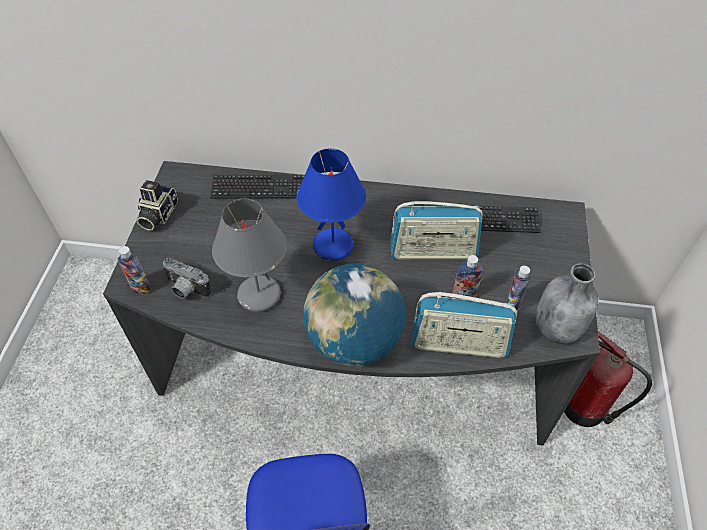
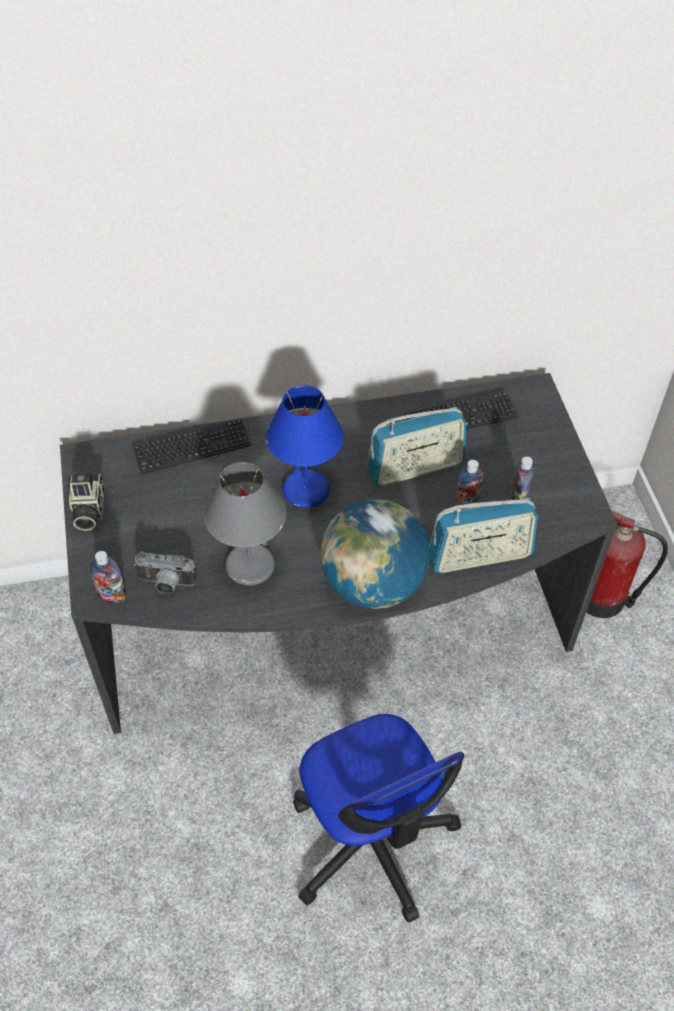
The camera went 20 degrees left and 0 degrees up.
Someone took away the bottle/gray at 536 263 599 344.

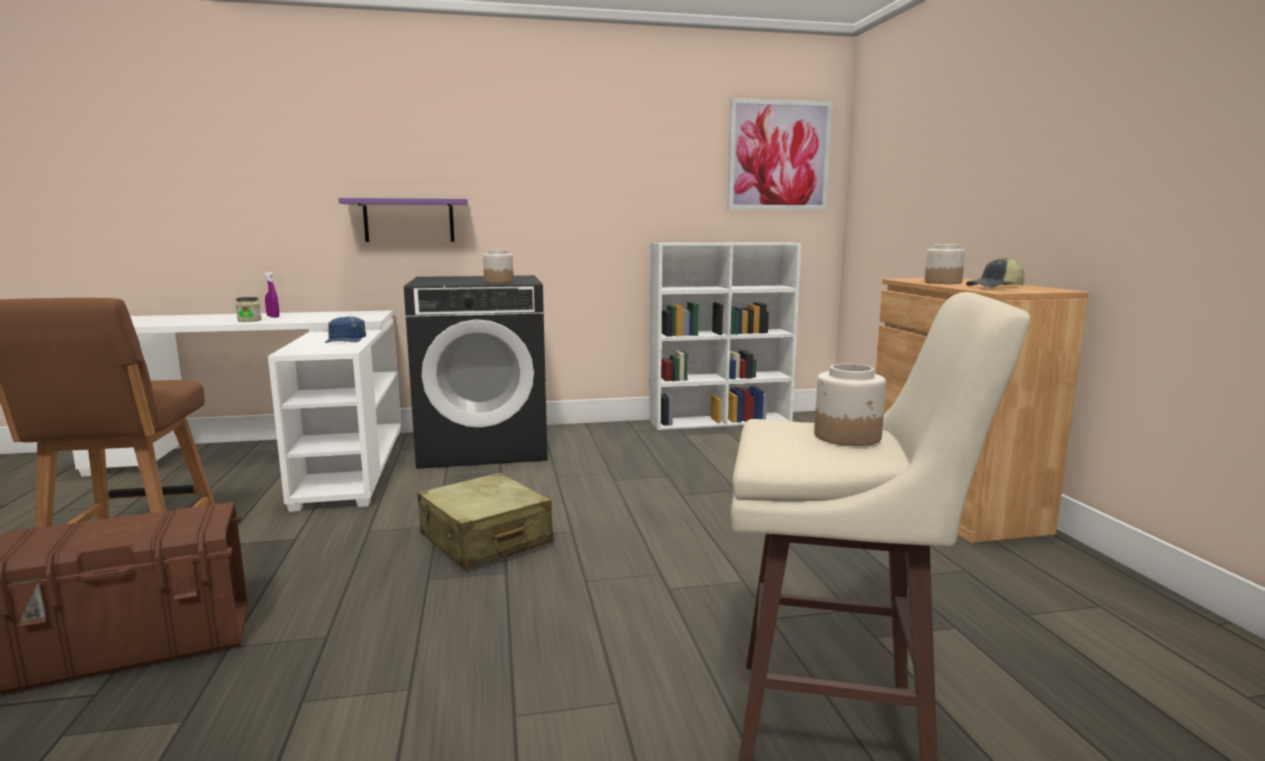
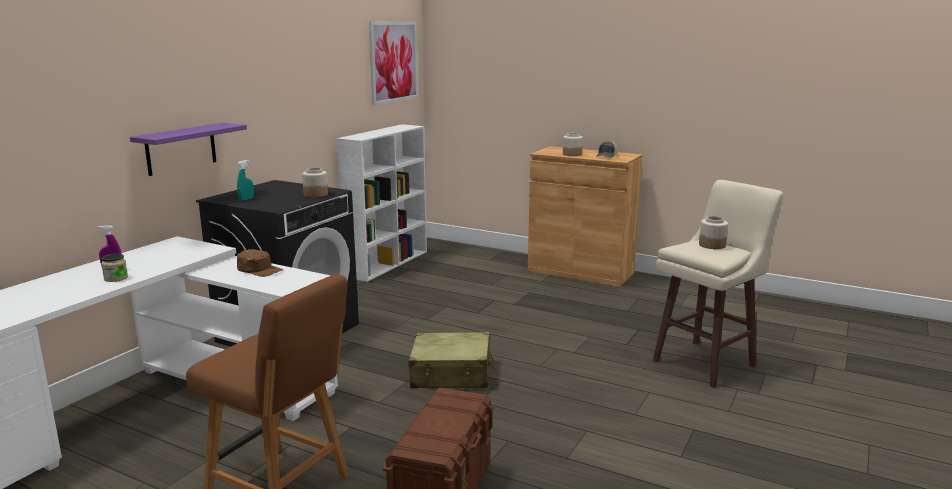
The camera went 50 degrees left and 5 degrees up.
Someone repainted the cap/bluish at 325 317 366 343, which became the cap/brown-coloured at 237 249 283 277.
Someone put down the spray bottle/turquoise-coloured at 237 160 254 201.

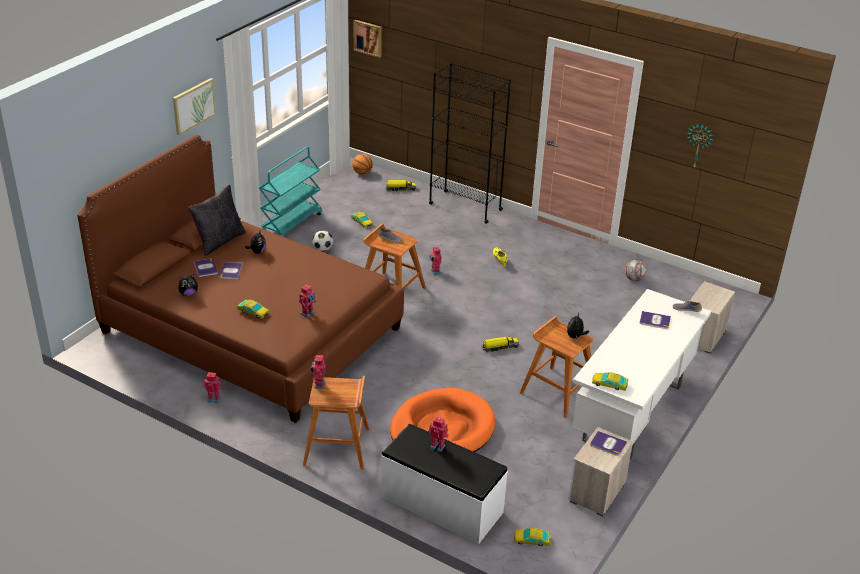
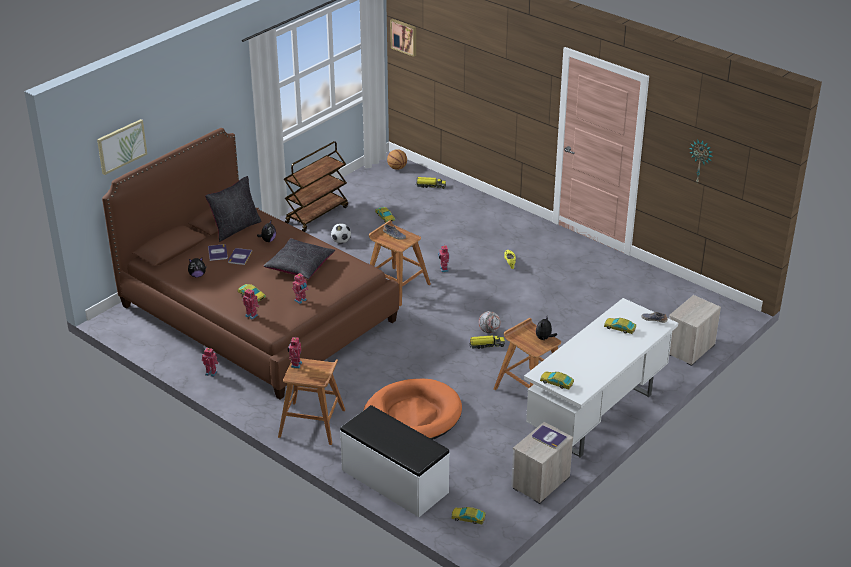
The camera went 10 degrees right and 0 degrees up.
Someone carried the picture from 173 78 216 135 to 97 119 147 175.
Someone repainted the wheeled cart/turquoise-coloured at 259 147 322 237, which became the wheeled cart/brown-coloured at 284 141 348 232.
Someone took away the bookshelf/black-coloured at 429 63 511 224.
Someone carried the model robot from 429 416 449 452 to 242 289 260 320.
Someone carried the football ball from 625 260 647 281 to 478 311 501 333.
Someone swapped the volume at 640 311 671 329 for the toy car at 604 318 636 334.
Someone put down the cushion/black-coloured at 264 238 335 279.

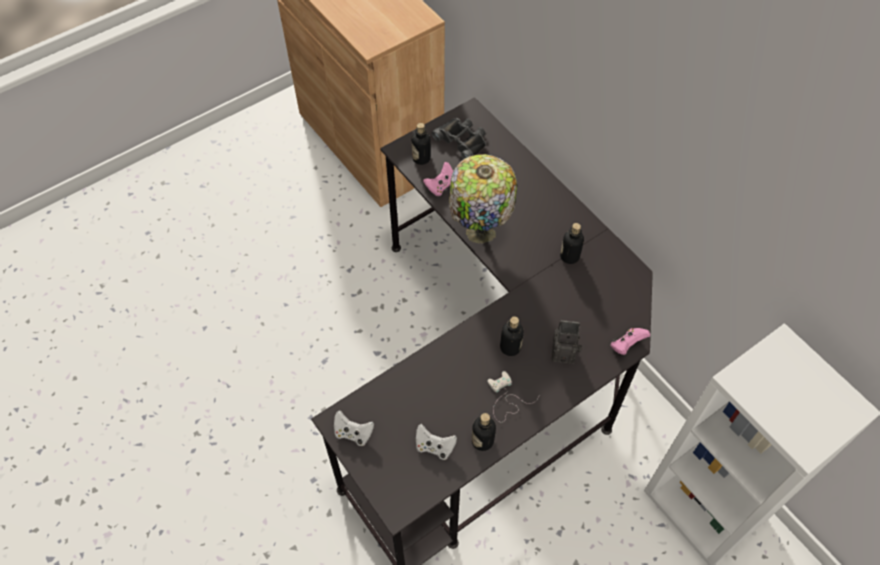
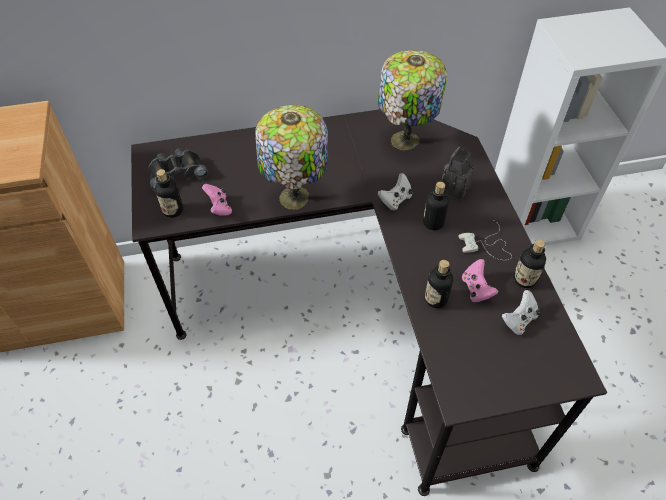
The camera went 65 degrees left and 5 degrees down.
Someone carried the game controller/whitish from 334 410 374 446 to 378 173 413 210.
Someone carried the bottle from 560 223 584 264 to 425 260 453 308.
Someone carried the game controller/pink from 611 328 650 355 to 462 259 498 302.
Someone put down the table lamp at 378 50 447 150.

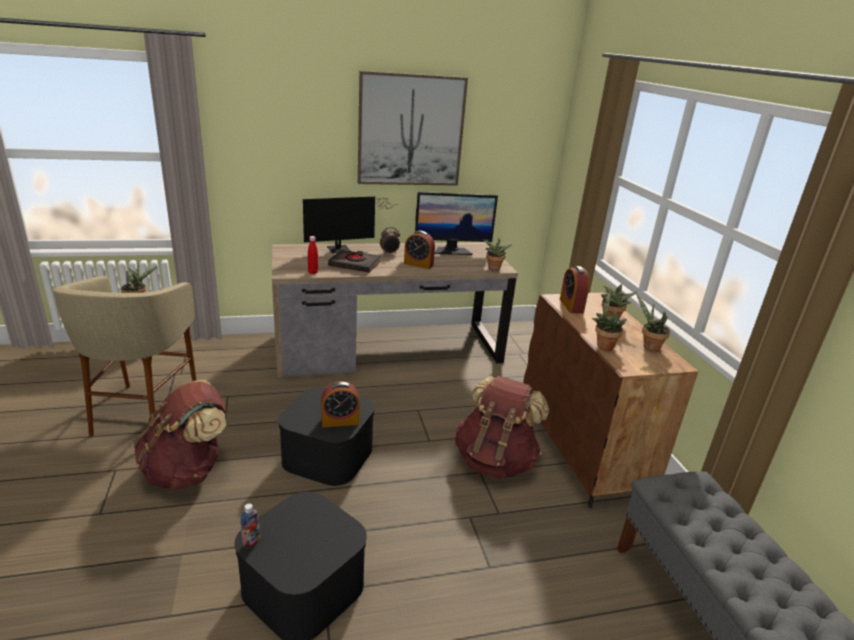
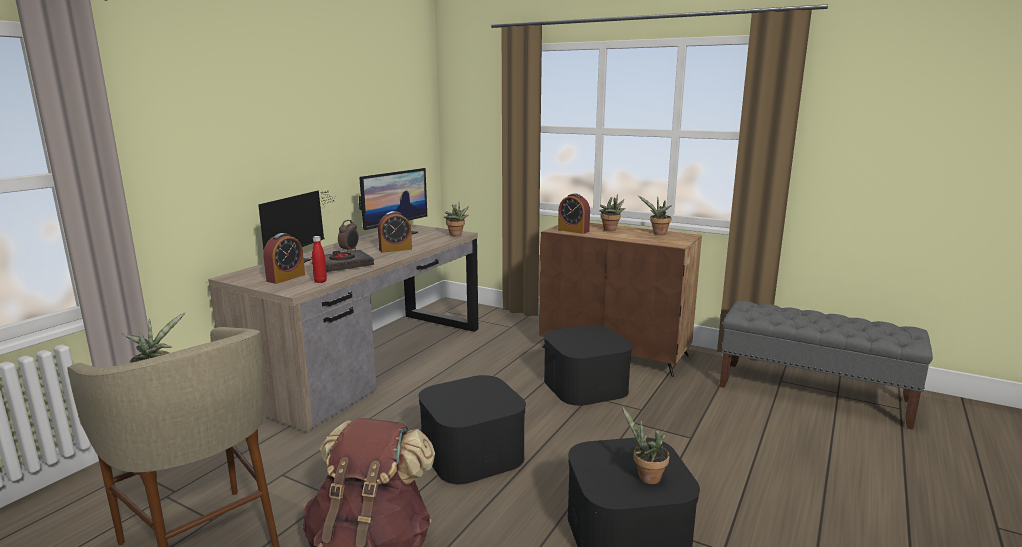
The camera went 45 degrees left and 10 degrees down.
Someone took away the bottle at 240 503 260 549.
Someone carried the bedside clock from 321 381 360 427 to 263 233 305 284.
Someone took away the picture at 358 71 468 186.
Someone swapped the rucksack/brown-coloured at 455 376 549 479 for the storage bin/black-coloured at 544 325 632 406.
Someone carried the houseplant from 592 292 627 350 to 622 406 669 484.

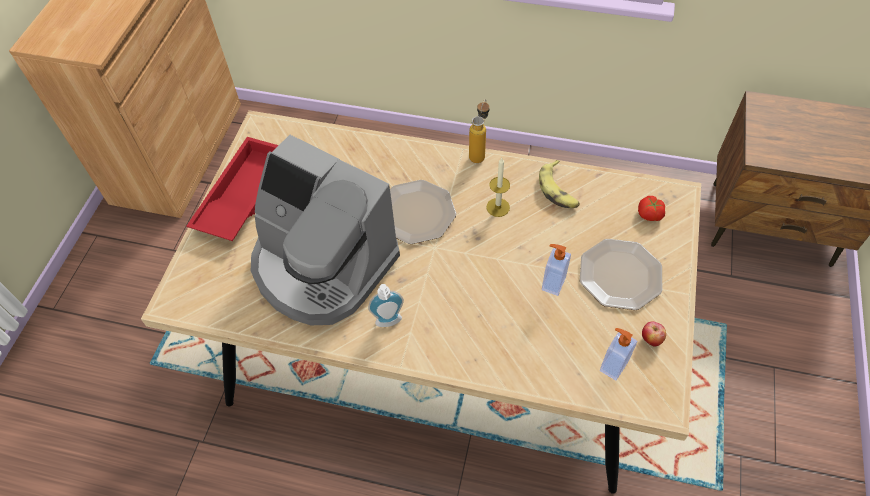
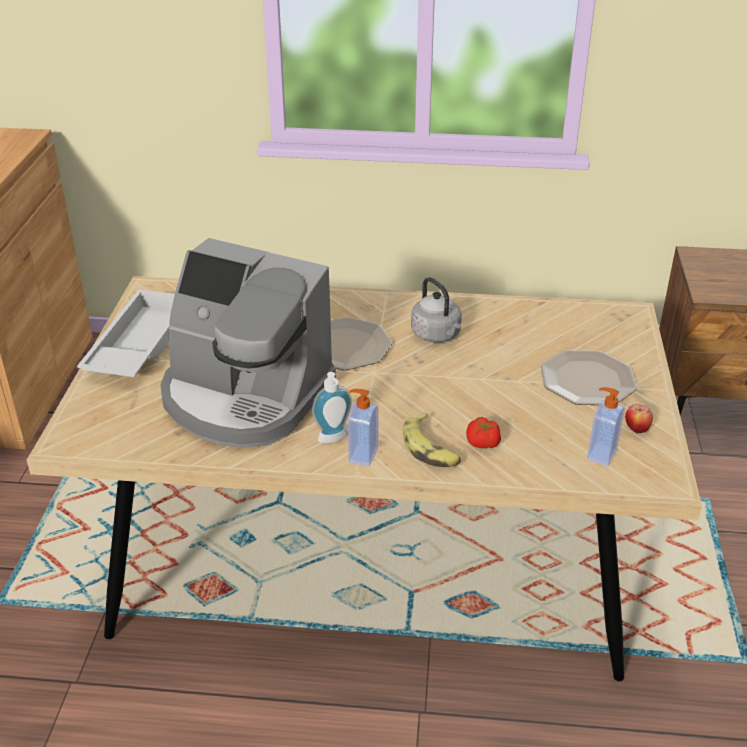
The camera went 10 degrees left and 20 degrees down.
Someone repainted the tray/reddish at 187 137 279 241, which became the tray/whitish at 77 289 175 377.
Someone took away the bottle at 469 99 490 163.
Someone swapped the wax light at 486 158 510 217 for the kettle/gray at 411 277 462 343.
Someone carried the whole banana from 539 160 580 208 to 403 413 461 467.
Someone carried the soap dispenser from 542 244 571 296 to 348 389 379 466.
Someone carried the whole tomato from 638 196 665 221 to 466 417 501 448.

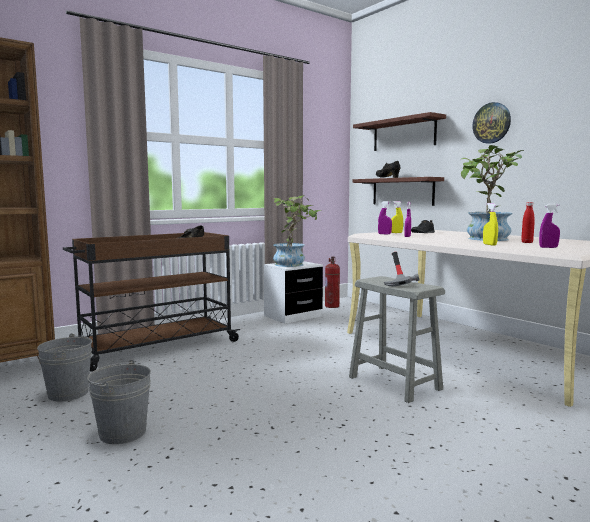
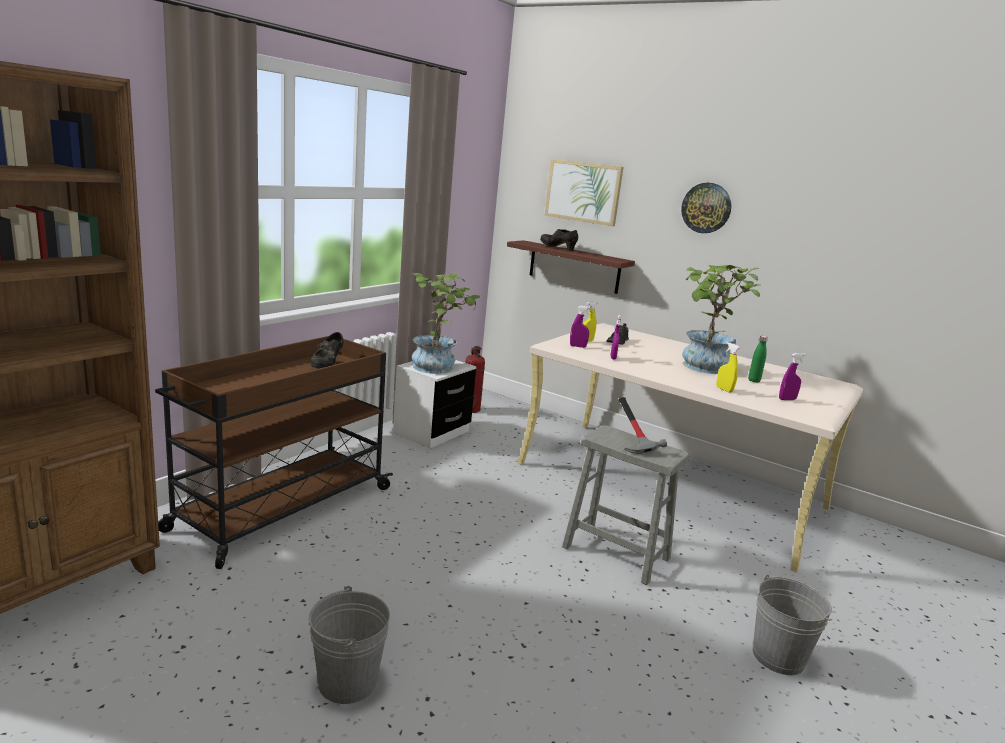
The camera went 20 degrees left and 10 degrees up.
Someone carried the bucket/gray from 37 333 92 401 to 753 574 832 675.
Someone swapped the wall shelf at 353 112 446 151 for the picture at 545 159 624 226.
Someone repainted the bottle/reddish at 521 202 535 243, which became the bottle/green at 748 336 768 383.

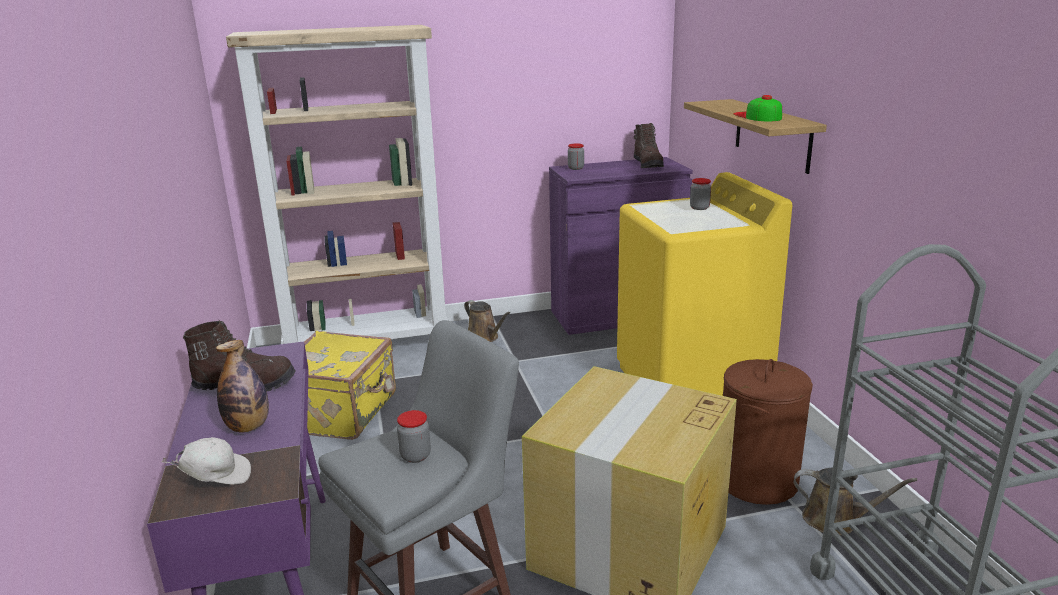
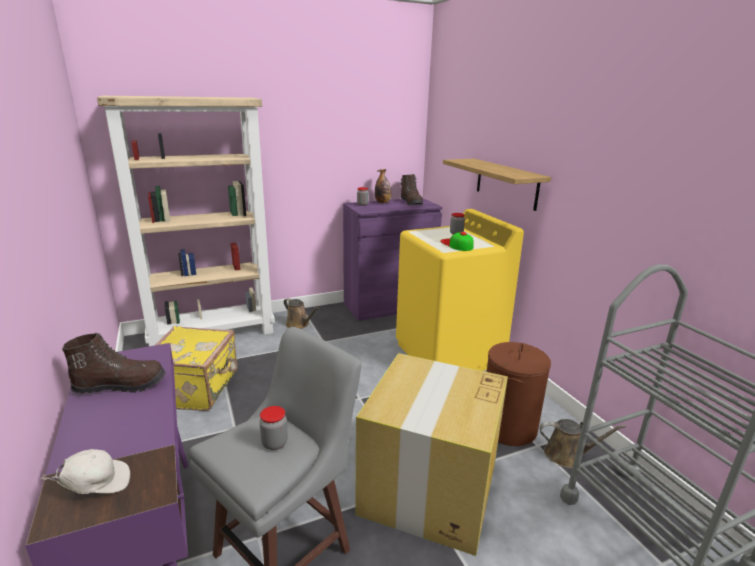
The camera went 10 degrees left and 0 degrees up.
Someone carried the bottle from 216 340 269 432 to 375 169 391 203.
Someone carried the cap from 733 95 782 121 to 440 232 474 251.

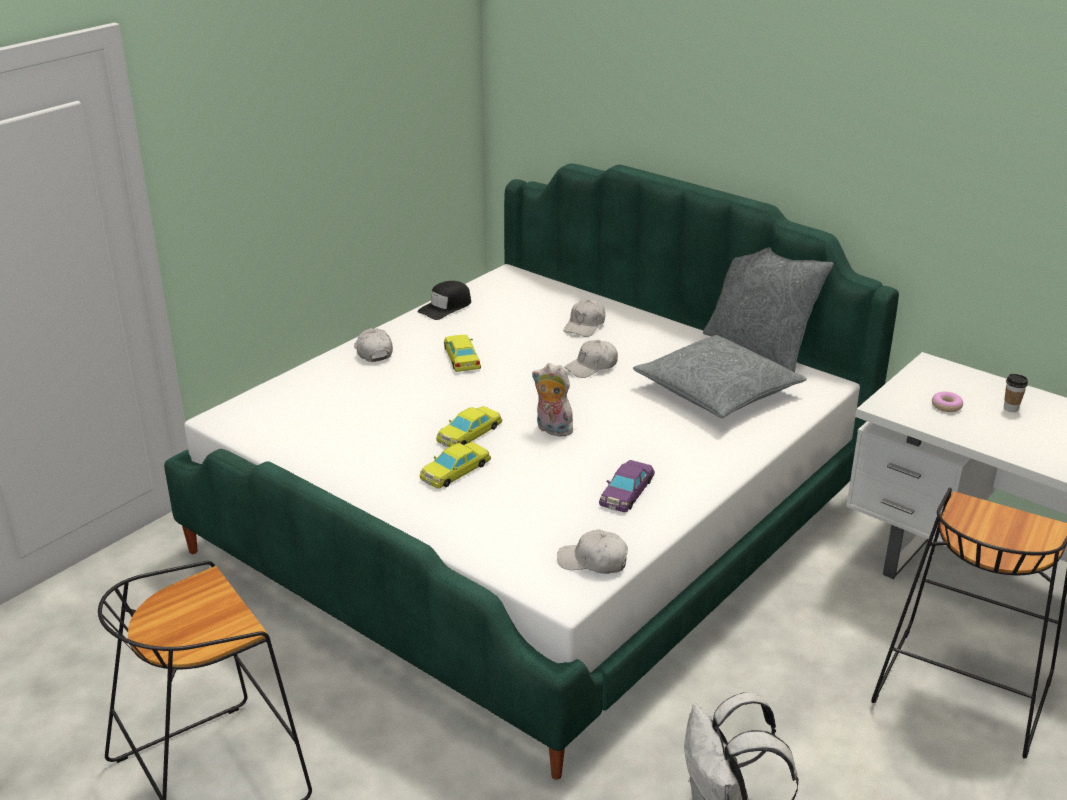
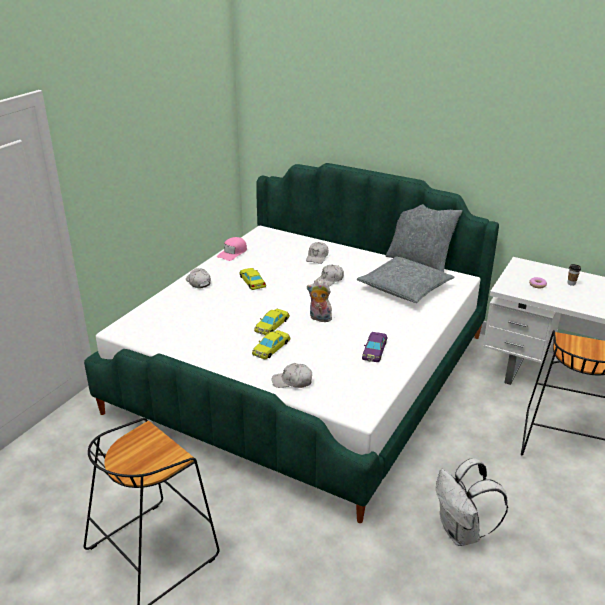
The camera went 10 degrees left and 0 degrees up.
Someone repainted the cap/black-coloured at 417 281 471 320, which became the cap/pink at 217 237 247 261.
Someone carried the cap/whitish from 557 529 628 574 to 272 363 312 388.

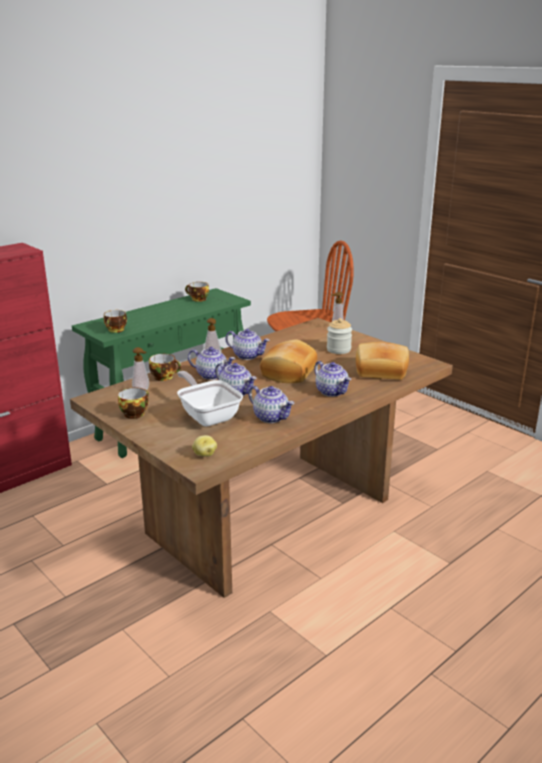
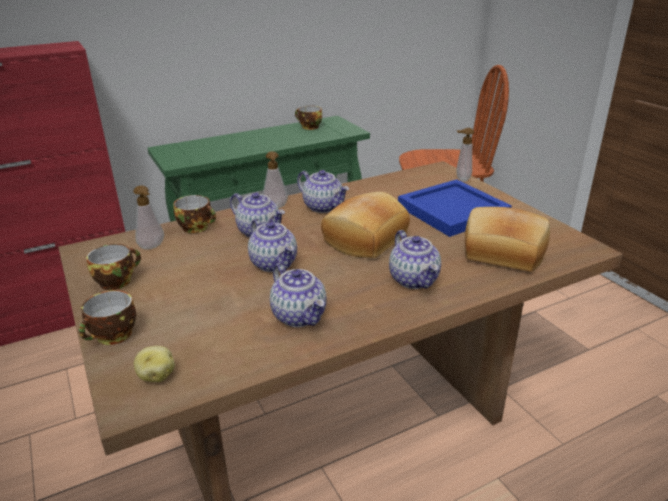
The camera went 15 degrees right and 5 degrees up.
Someone carried the cup from 104 310 127 333 to 79 290 136 345.
Someone took away the frying pan at 177 371 243 426.
Someone swapped the storage jar at 327 318 352 354 for the tray/bluish at 398 179 512 237.

